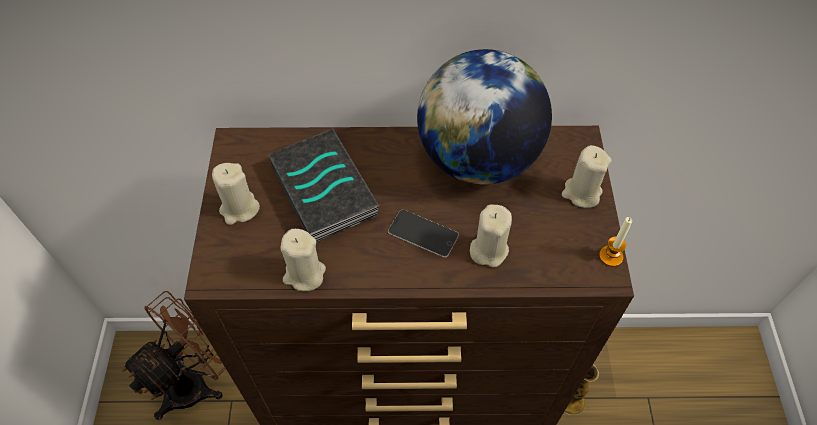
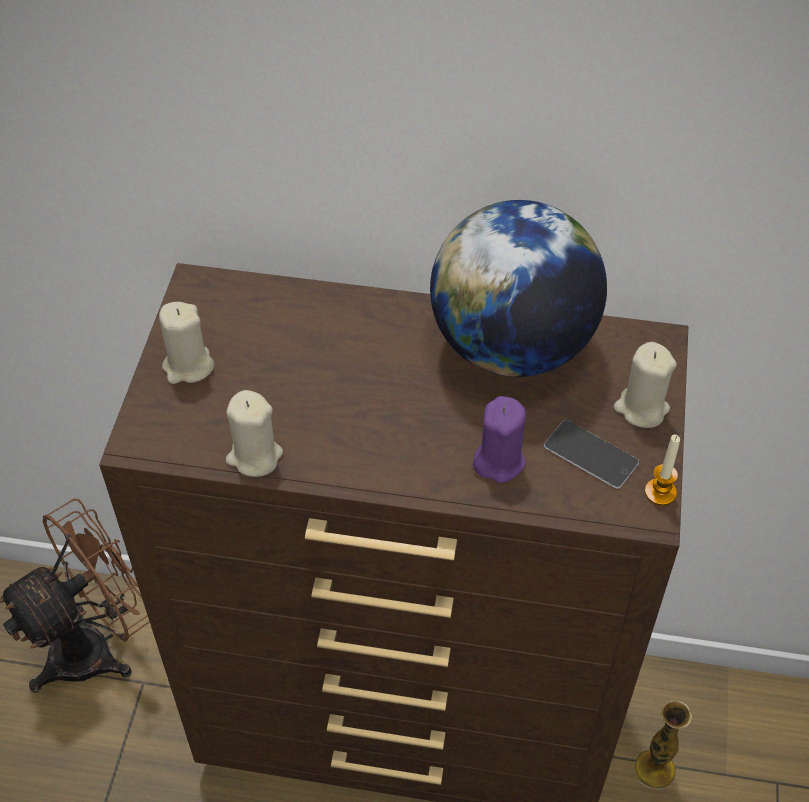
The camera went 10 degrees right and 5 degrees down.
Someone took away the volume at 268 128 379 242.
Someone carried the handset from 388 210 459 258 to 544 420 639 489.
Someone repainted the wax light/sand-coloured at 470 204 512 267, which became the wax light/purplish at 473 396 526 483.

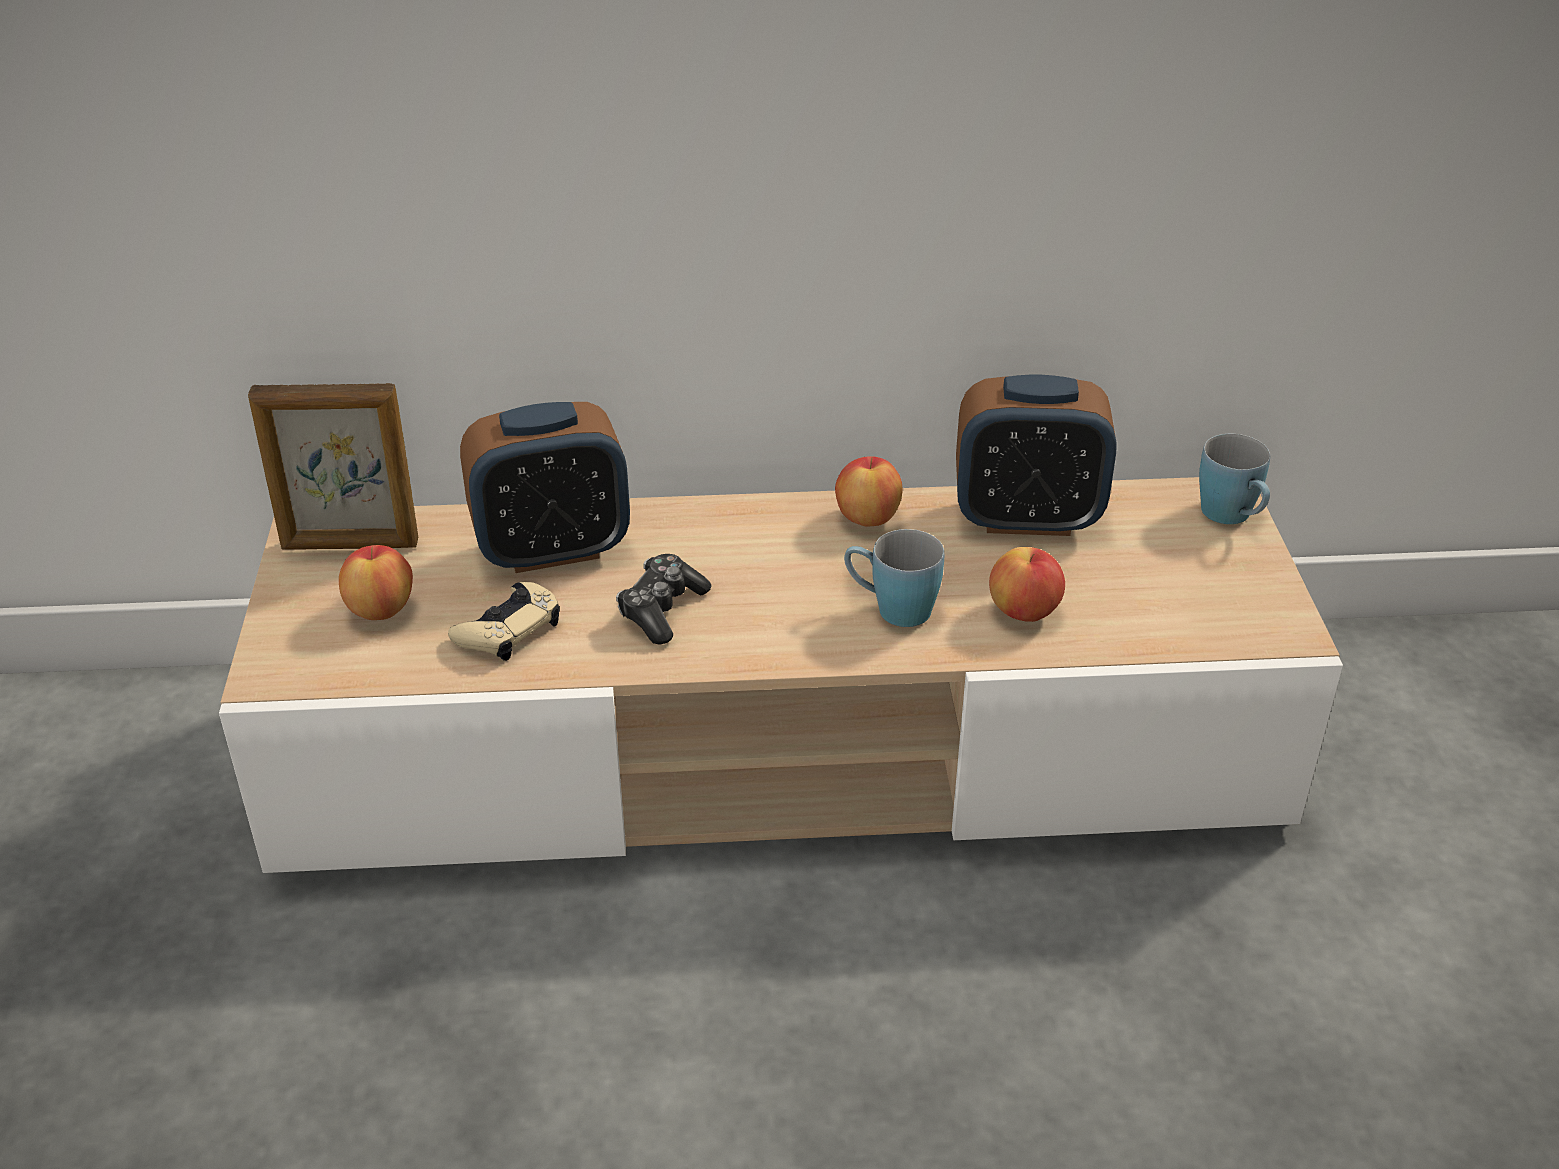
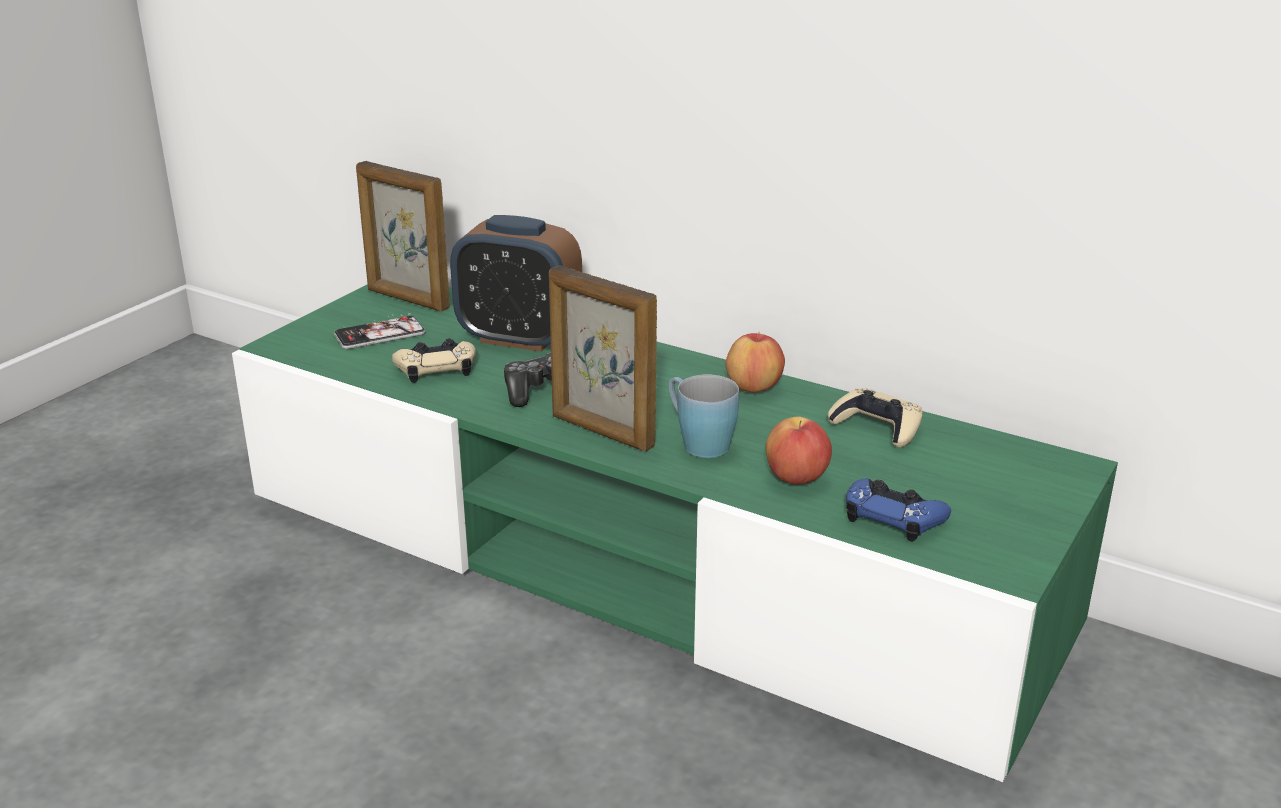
The camera went 35 degrees right and 10 degrees down.
Someone repainted the tv stand/sand-coloured at 219 477 1343 873, which became the tv stand/green at 232 284 1118 782.
Someone swapped the apple at 339 545 413 620 for the handset at 334 313 425 349.
Someone swapped the bedside clock at 956 375 1117 536 for the game controller/sand-coloured at 828 388 923 447.
Someone took away the coffee mug/bluish at 1199 434 1270 524.
Someone put down the standing frame at 549 265 657 452.
Someone put down the game controller/bluish at 846 478 951 542.

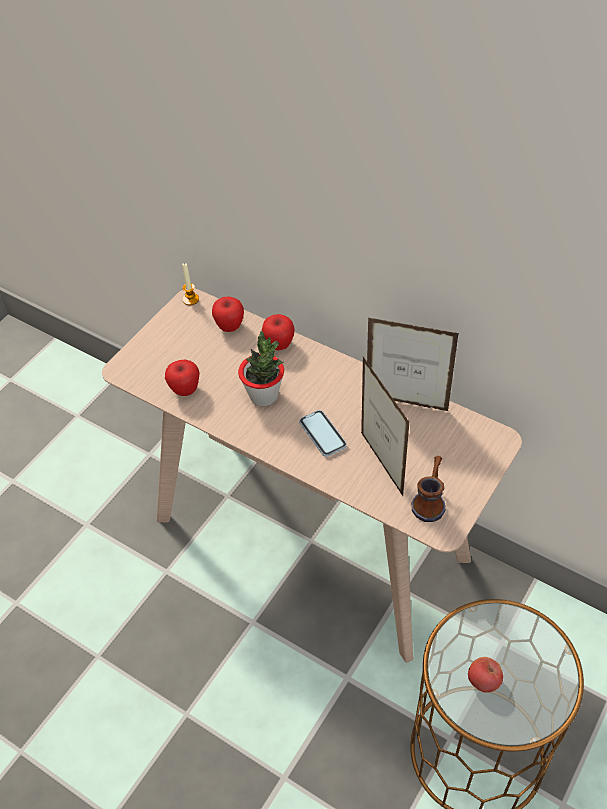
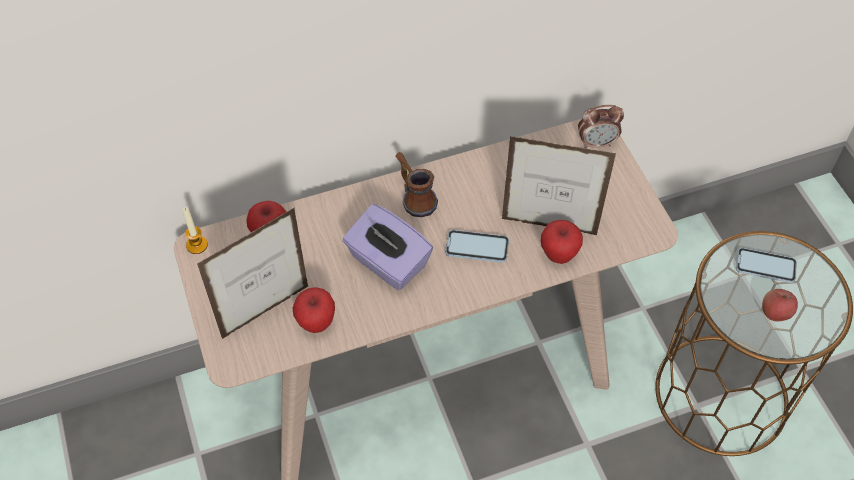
The camera went 55 degrees left and 5 degrees up.
Someone swapped the houseplant at 238 331 284 406 for the box of tissues/purplish at 342 204 433 290.
Someone carried the apple from 262 314 295 350 to 541 220 583 264.
Someone carried the standing frame from 367 318 459 411 to 197 207 308 339.
Someone carried the coffee mug from 412 456 445 522 to 395 152 438 217.
Someone put down the bedside clock at 578 105 624 148.
Someone put down the handset at 736 248 797 283.

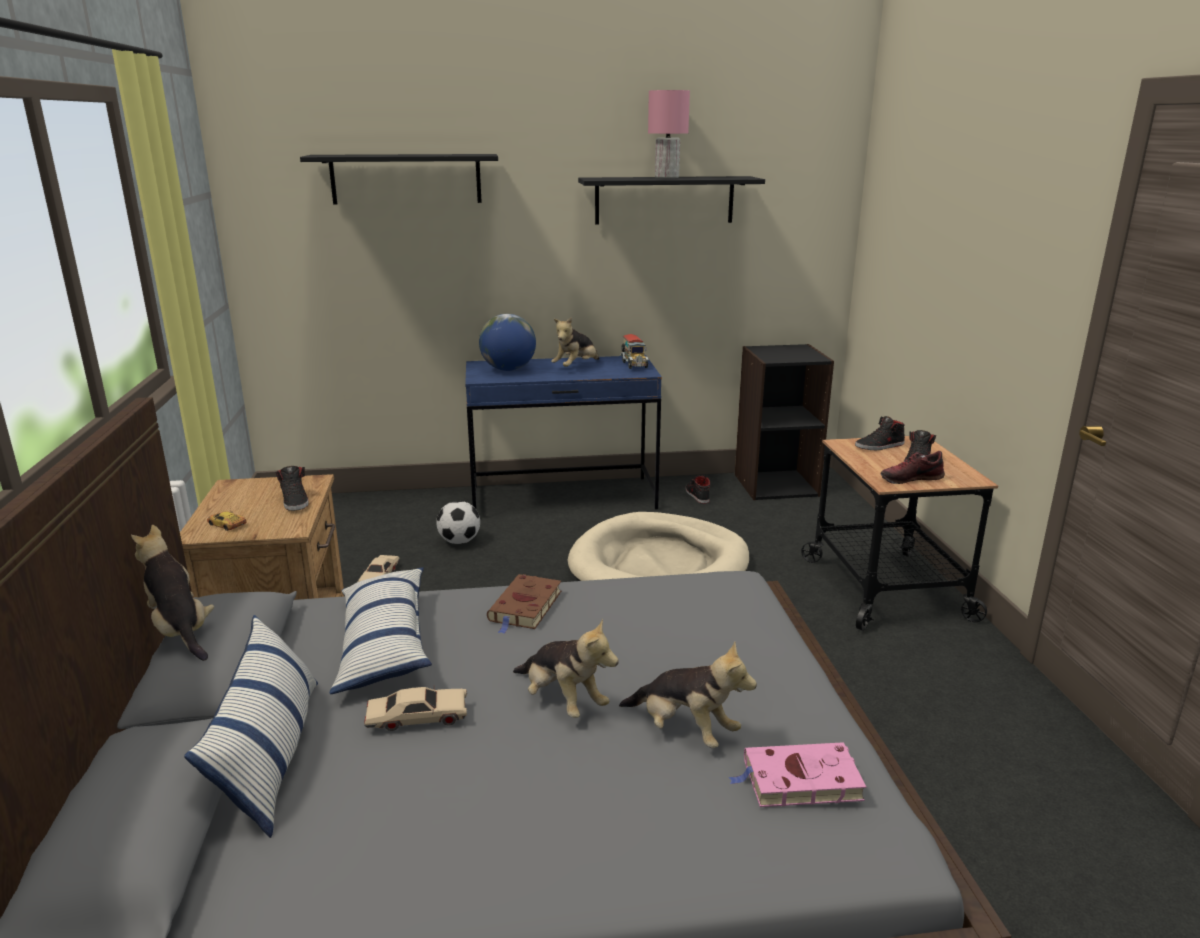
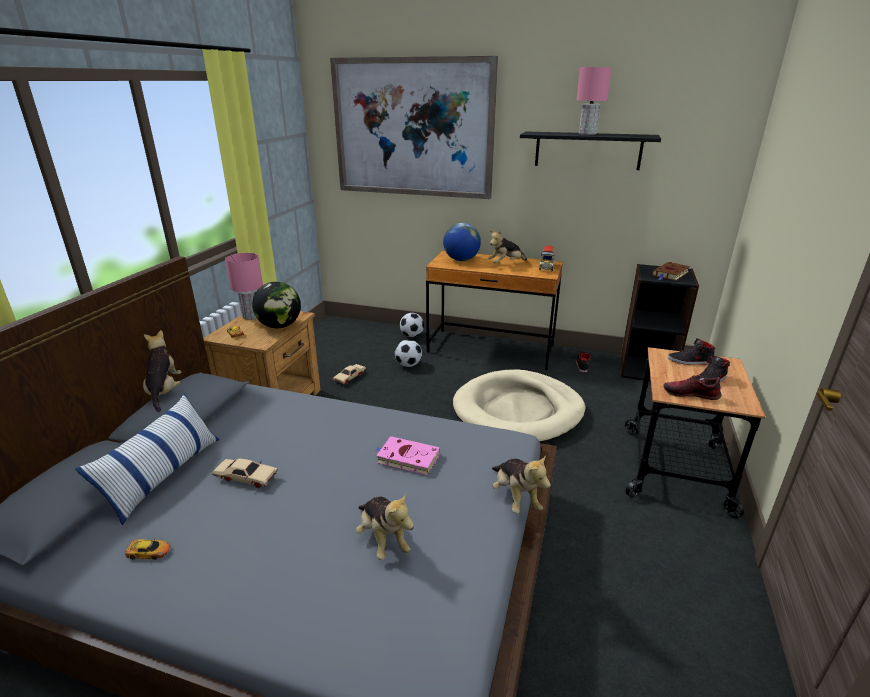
The camera went 25 degrees right and 5 degrees up.
Someone swapped the item of footwear/black-coloured at 275 466 309 511 for the world globe at 252 282 301 328.
Someone swapped the wall shelf/black-coloured at 300 154 498 205 for the picture at 330 56 498 199.
Someone took away the cushion at 329 567 432 694.
Someone repainted the desk unit/bluish at 465 355 662 510, which became the desk unit/brown-coloured at 426 251 563 370.
Someone carried the volume/brown-coloured from 487 574 561 634 to 652 262 690 281.
Someone carried the cuddly toy from 513 618 619 718 to 492 455 551 514.
Someone carried the volume/pink from 728 742 866 807 to 376 436 440 476.
Someone put down the toy car at 125 532 170 560.
Someone put down the table lamp/pink at 225 253 263 320.
Someone put down the football ball at 400 313 424 337.

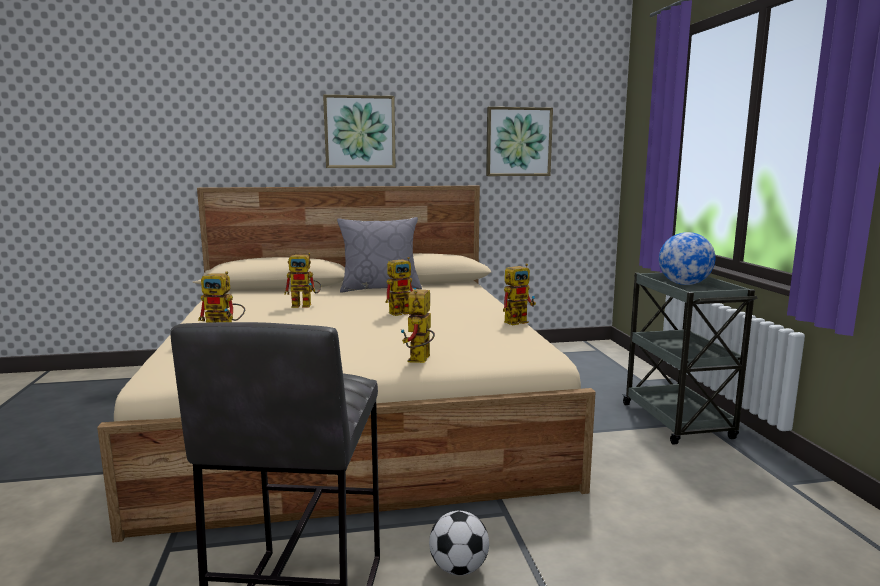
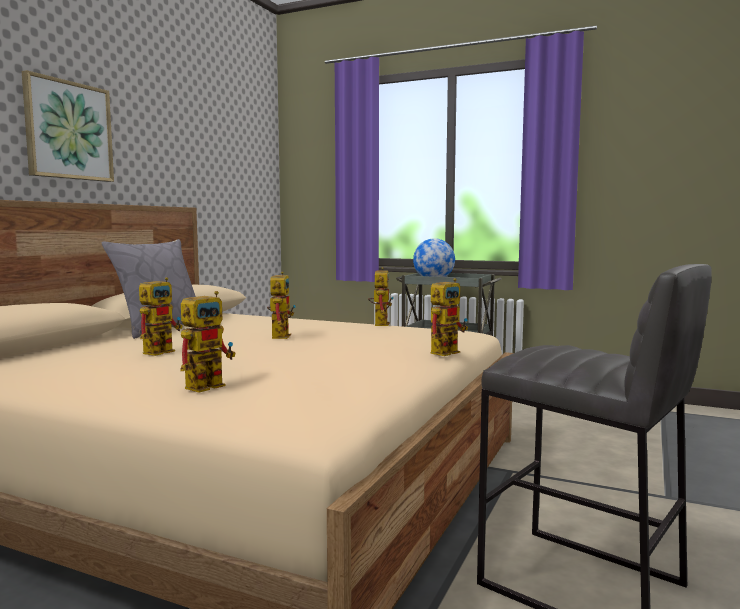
The camera went 55 degrees left and 5 degrees down.
Someone rotated the model robot at 401 289 435 363 by 90 degrees counterclockwise.
Someone took away the football ball at 429 511 489 575.
Someone took away the picture at 486 107 553 176.

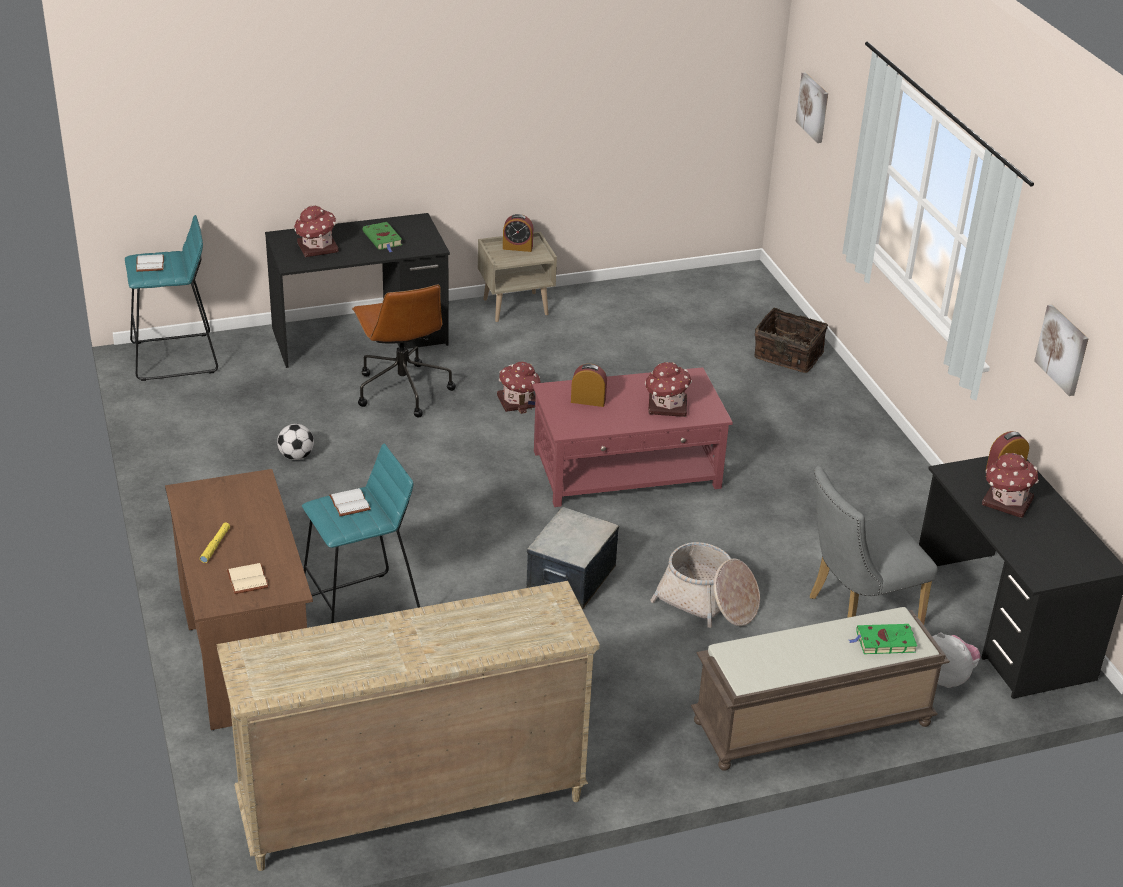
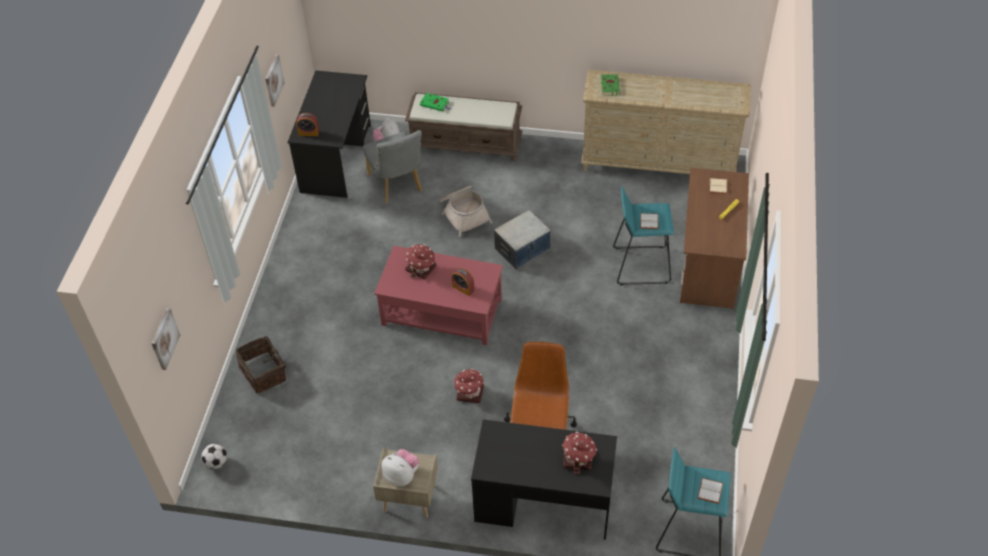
The camera went 150 degrees left and 15 degrees up.
Someone carried the football ball from 277 424 314 460 to 201 444 227 469.
Someone carried the volume/green from 362 222 402 252 to 601 74 620 95.
Someone swapped the bedside clock at 503 214 533 252 for the cuddly toy at 381 449 419 486.
Someone rotated the plain chair/gray at 810 466 938 625 by 60 degrees clockwise.
Someone took away the toy house at 982 453 1039 518.

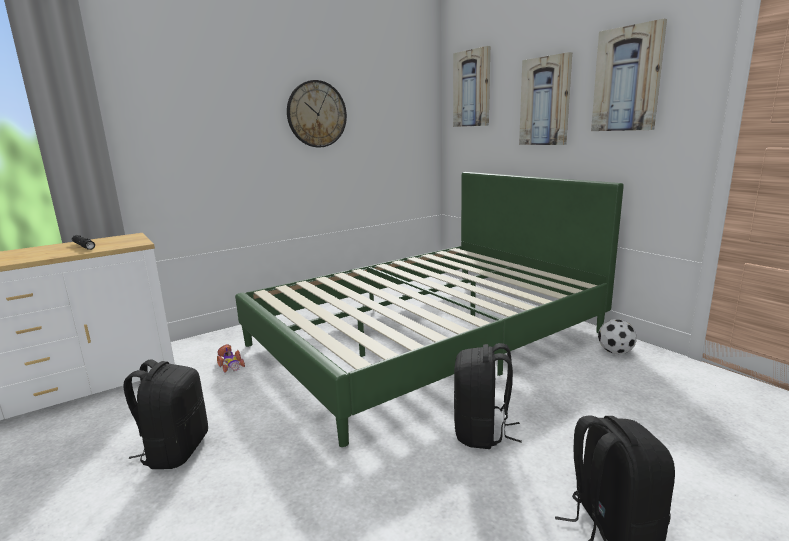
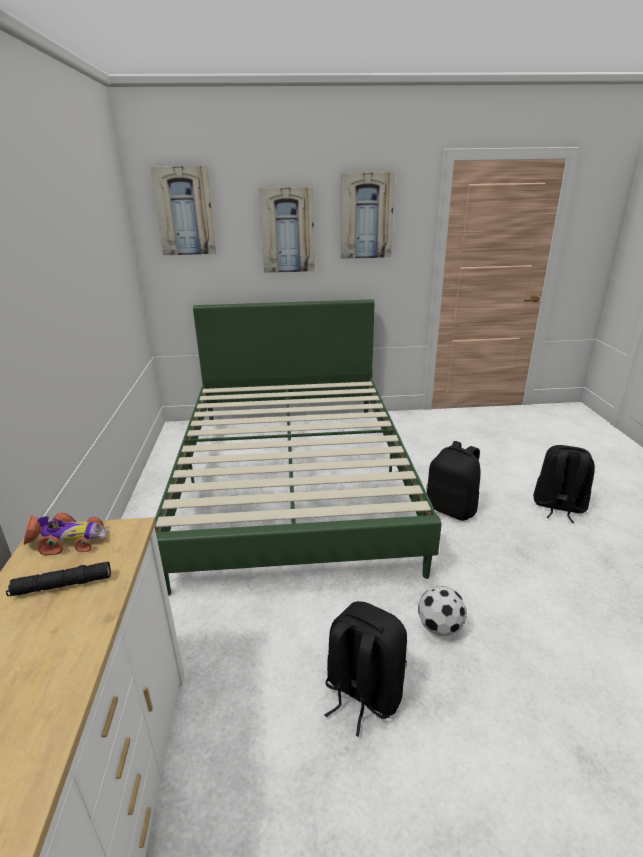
The camera went 60 degrees left and 10 degrees up.
Someone carried the toy car from 217 344 245 372 to 24 512 109 555.
Someone took away the wall clock at 287 80 347 147.
Someone carried the football ball from 598 319 637 354 to 418 586 467 636.

